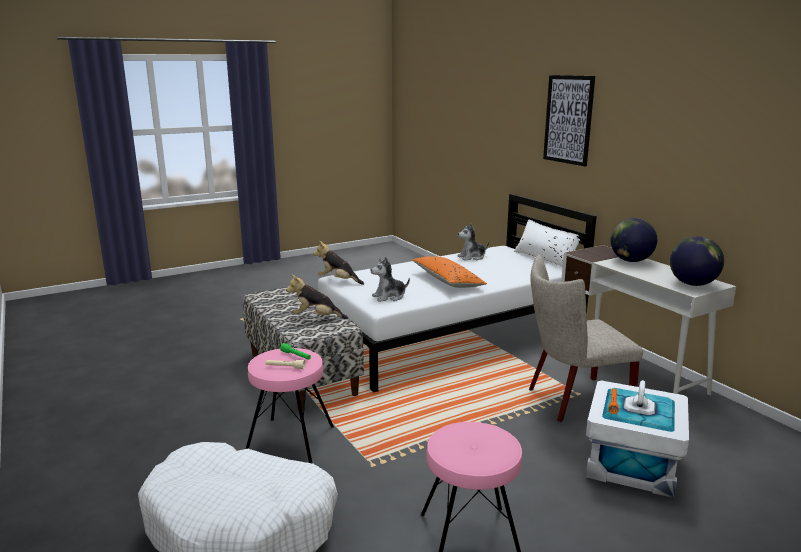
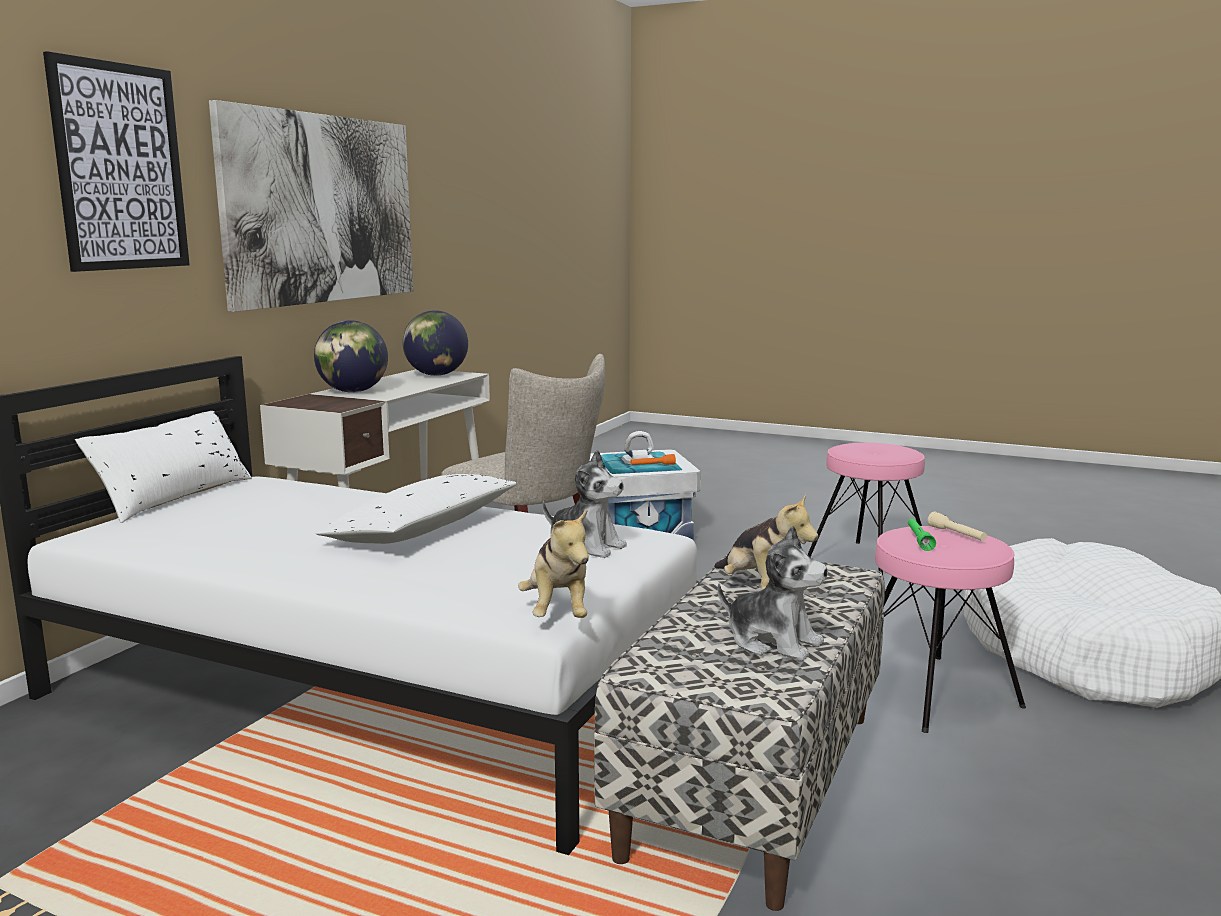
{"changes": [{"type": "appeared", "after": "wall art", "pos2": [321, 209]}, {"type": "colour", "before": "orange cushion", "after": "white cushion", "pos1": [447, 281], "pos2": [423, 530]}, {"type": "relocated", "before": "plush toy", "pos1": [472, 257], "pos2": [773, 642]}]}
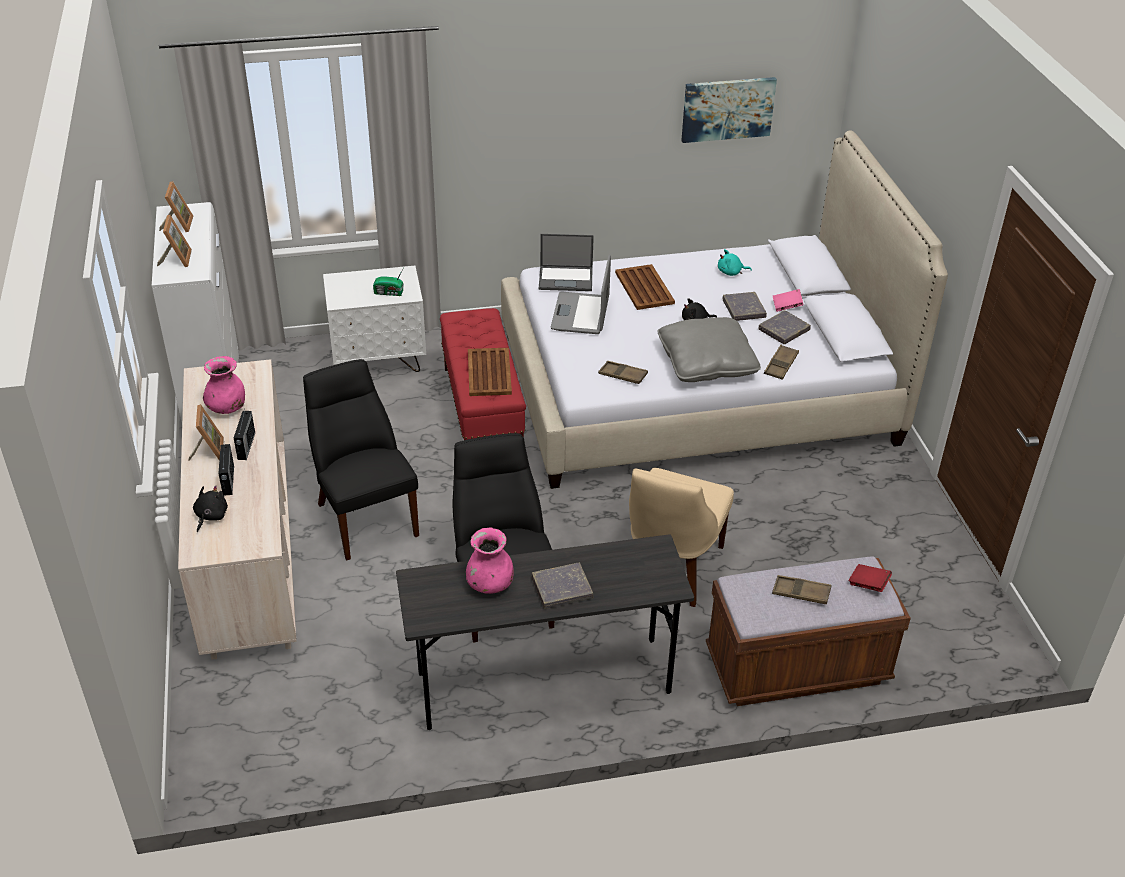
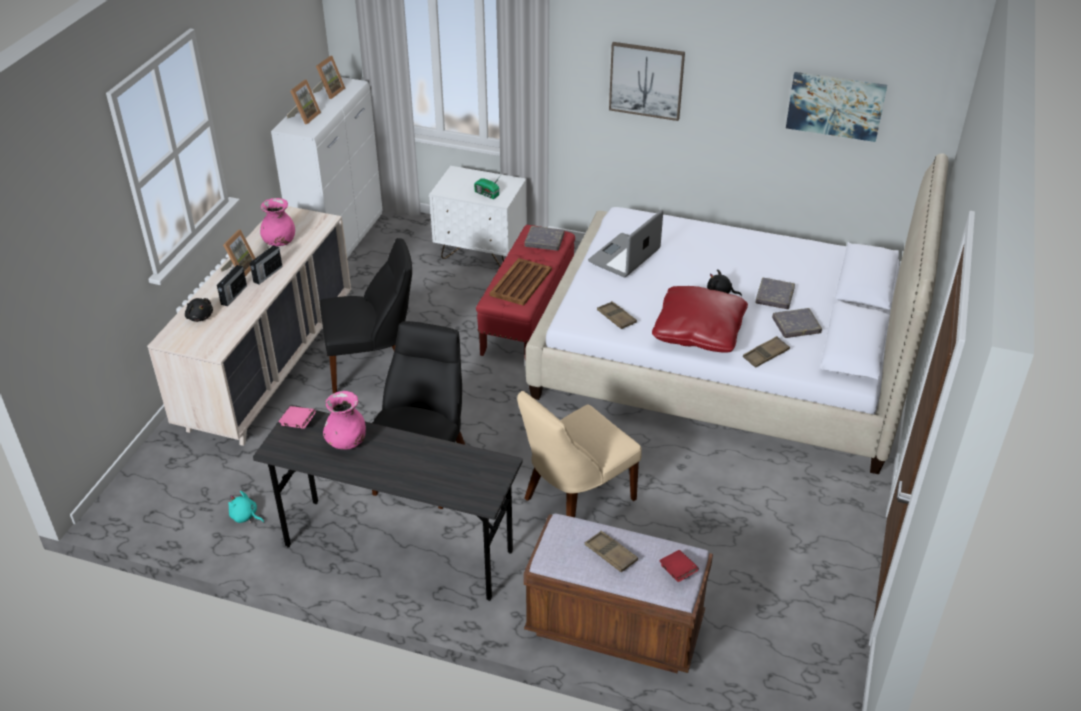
{"changes": [{"type": "spun", "before": "blackish plush toy", "pos1": [210, 516], "pos2": [199, 316], "turn": 90}, {"type": "relocated", "before": "blue-green plush toy", "pos1": [731, 272], "pos2": [245, 516]}, {"type": "relocated", "before": "pink-coloured book", "pos1": [786, 306], "pos2": [298, 423]}, {"type": "spun", "before": "blackish upright chair", "pos1": [365, 516], "pos2": [373, 368], "turn": 75}, {"type": "relocated", "before": "greyish book", "pos1": [562, 589], "pos2": [544, 241]}, {"type": "appeared", "after": "wall art", "pos2": [646, 80]}, {"type": "colour", "before": "greyish cushion", "after": "red-coloured cushion", "pos1": [706, 364], "pos2": [698, 332]}, {"type": "missing", "before": "laptop", "pos1": [566, 278]}, {"type": "missing", "before": "brown-coloured tray", "pos1": [644, 287]}]}
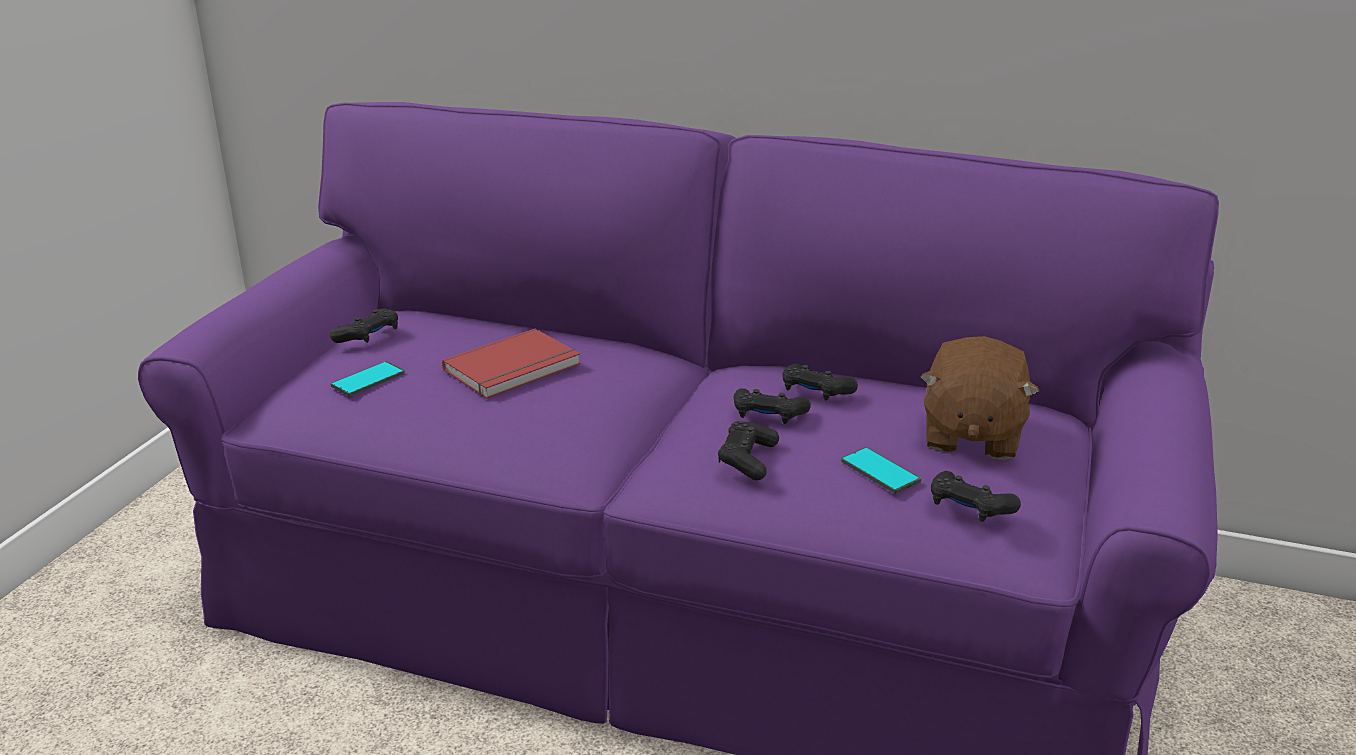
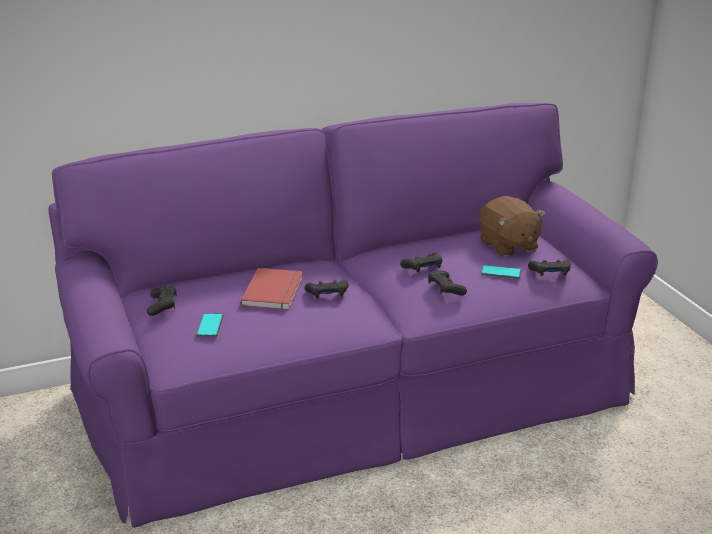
{"changes": [{"type": "relocated", "before": "blackish joypad", "pos1": [815, 391], "pos2": [327, 294]}]}
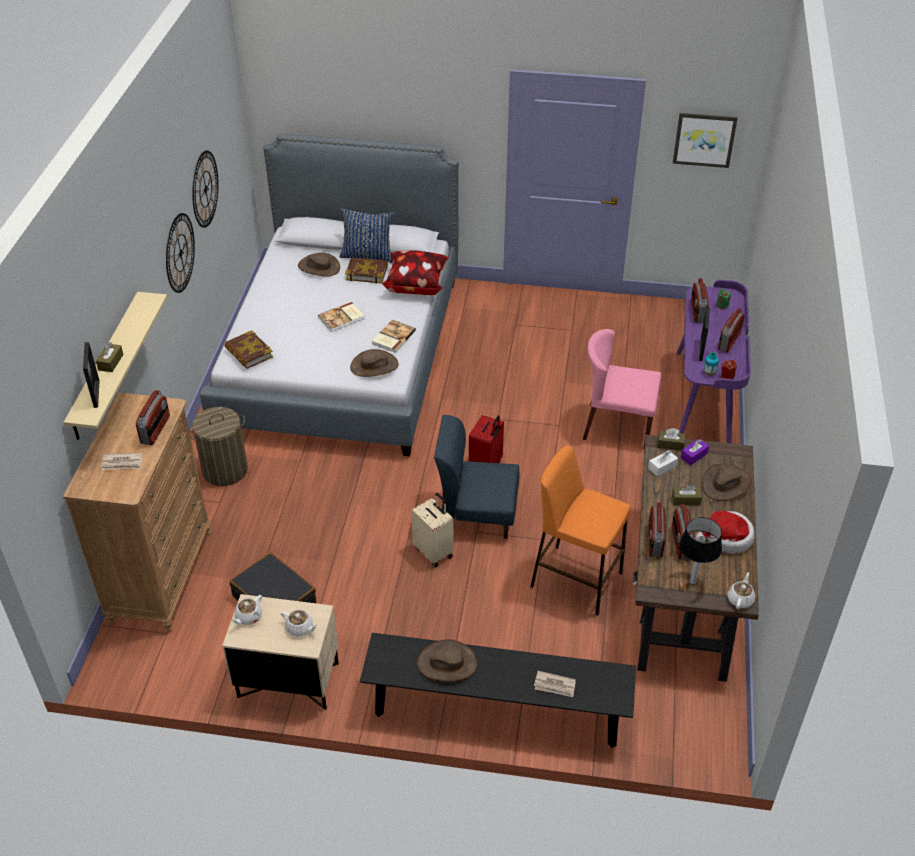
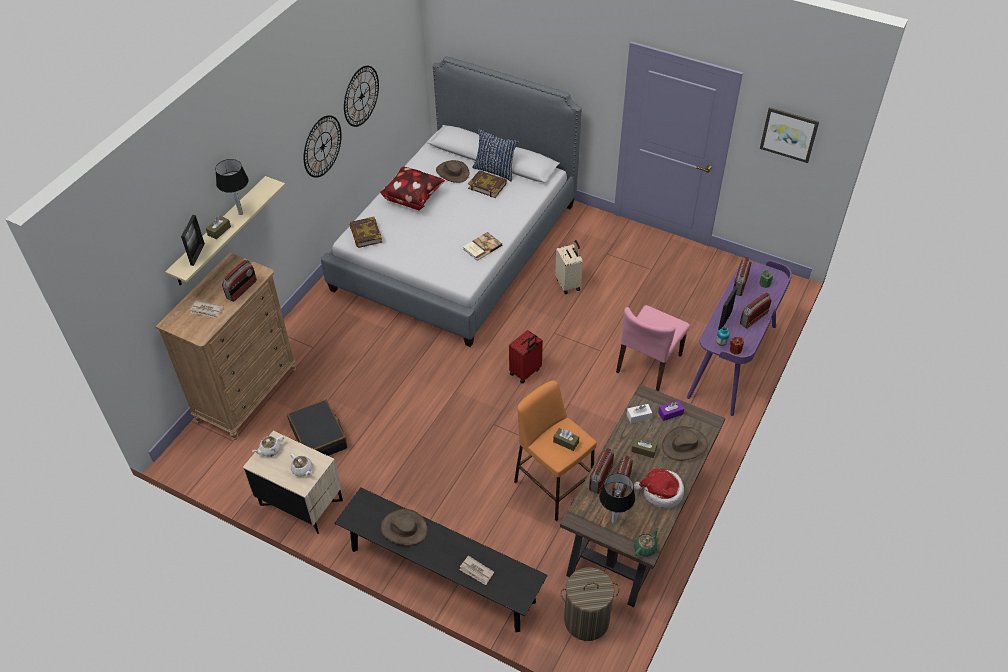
{"changes": [{"type": "appeared", "after": "table lamp", "pos2": [241, 213]}, {"type": "relocated", "before": "cushion", "pos1": [415, 285], "pos2": [413, 197]}, {"type": "relocated", "before": "brown-coloured box of tissues", "pos1": [670, 444], "pos2": [566, 442]}, {"type": "relocated", "before": "beige travel case", "pos1": [434, 552], "pos2": [568, 284]}, {"type": "relocated", "before": "laundry basket", "pos1": [225, 470], "pos2": [586, 620]}, {"type": "spun", "before": "pink-coloured upright chair", "pos1": [617, 426], "pos2": [649, 364], "turn": -90}, {"type": "colour", "before": "white teapot", "after": "greenish teapot", "pos1": [740, 599], "pos2": [645, 548]}, {"type": "missing", "before": "book", "pos1": [342, 318]}, {"type": "missing", "before": "brown-coloured hat", "pos1": [374, 366]}, {"type": "missing", "before": "bluish upright chair", "pos1": [477, 514]}]}
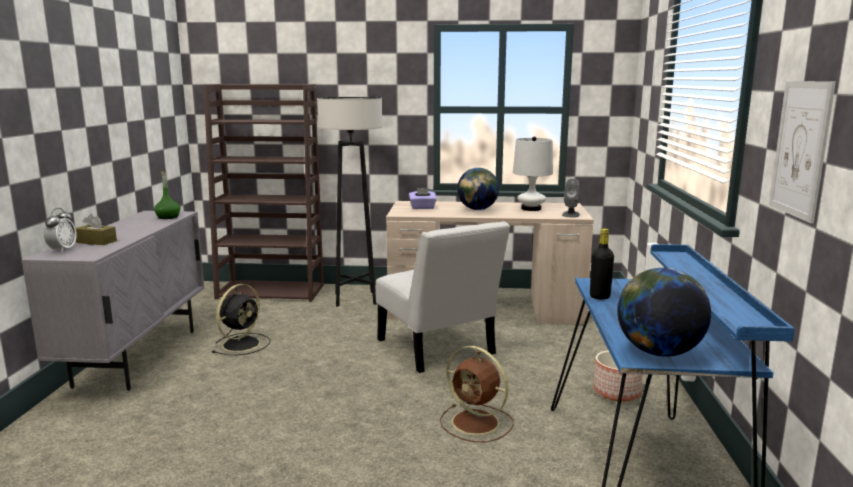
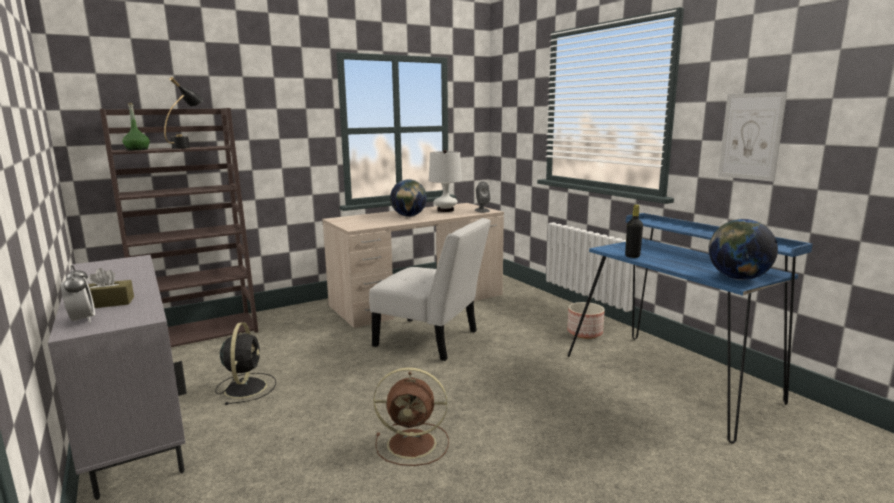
{"changes": [{"type": "relocated", "before": "greenish bottle", "pos1": [168, 217], "pos2": [137, 149]}, {"type": "appeared", "after": "blackish table lamp", "pos2": [187, 147]}, {"type": "relocated", "before": "brown-coloured electric fan", "pos1": [477, 423], "pos2": [414, 444]}, {"type": "missing", "before": "greyish standing lamp", "pos1": [355, 299]}, {"type": "missing", "before": "purple-coloured box of tissues", "pos1": [422, 208]}]}
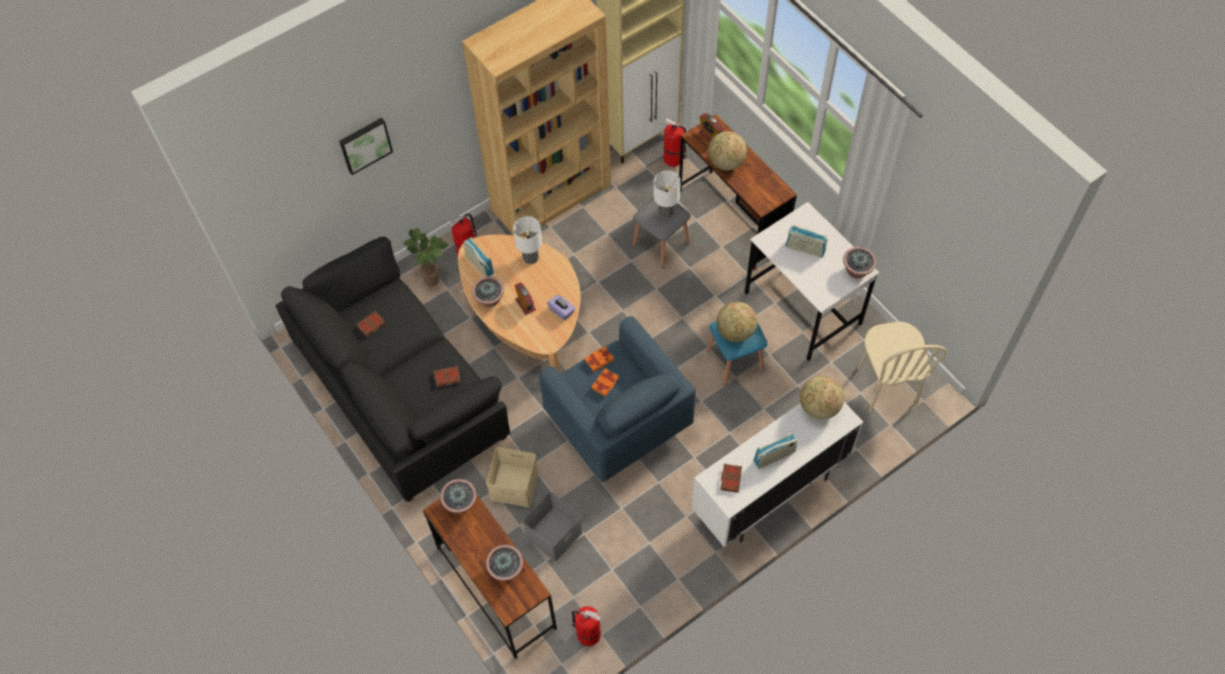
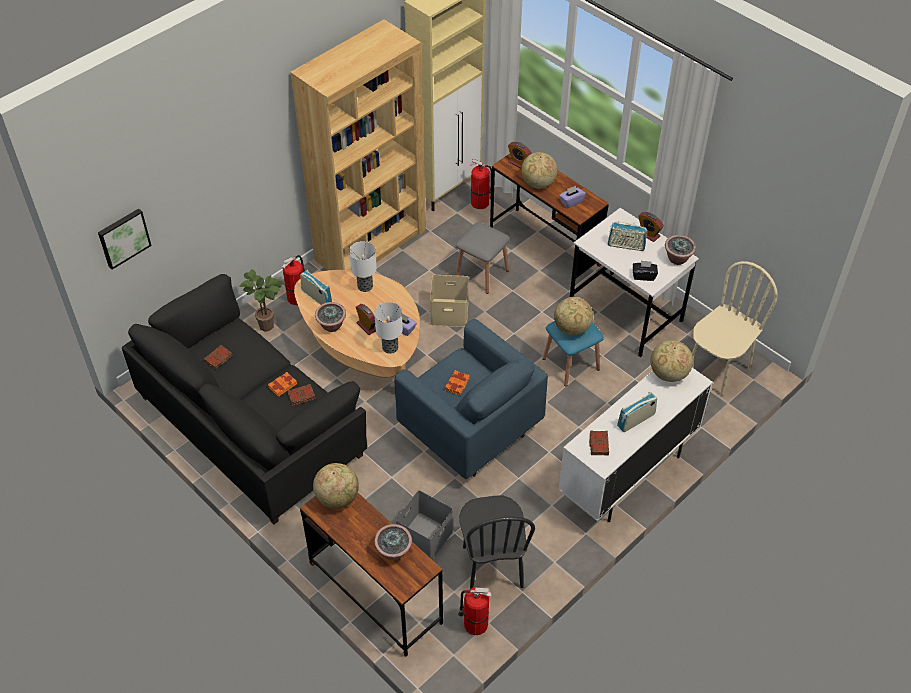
{"changes": [{"type": "relocated", "before": "wall art", "pos1": [365, 144], "pos2": [123, 237]}, {"type": "relocated", "before": "orange book", "pos1": [599, 360], "pos2": [282, 385]}, {"type": "exchanged", "before": "potted plant", "after": "desk globe", "pos1": [461, 504], "pos2": [337, 498]}, {"type": "relocated", "before": "table lamp", "pos1": [666, 212], "pos2": [390, 348]}, {"type": "relocated", "before": "beige storage container", "pos1": [515, 484], "pos2": [450, 312]}, {"type": "appeared", "after": "blackish upright chair", "pos2": [492, 567]}, {"type": "appeared", "after": "purple-coloured box of tissues", "pos2": [571, 202]}, {"type": "appeared", "after": "blackish box of tissues", "pos2": [643, 276]}, {"type": "appeared", "after": "table clock", "pos2": [648, 234]}, {"type": "spun", "before": "beige upright chair", "pos1": [886, 386], "pos2": [717, 370], "turn": -120}]}
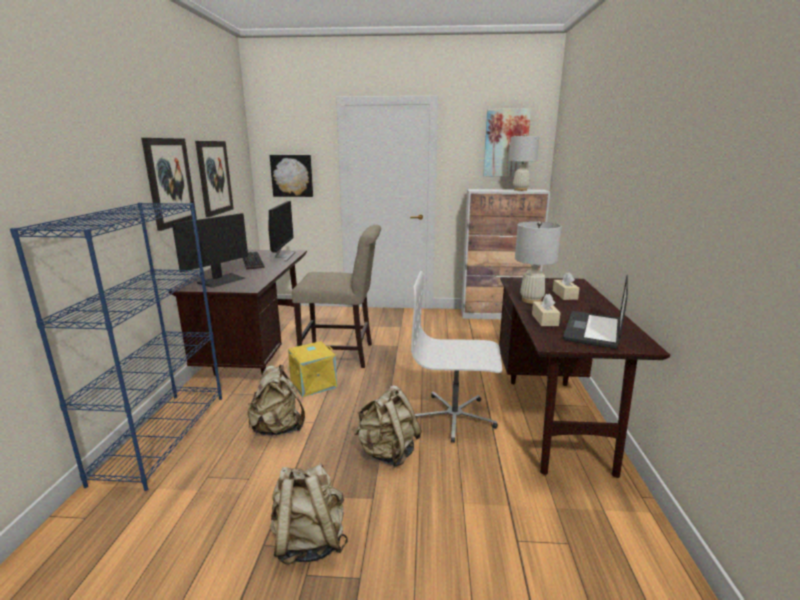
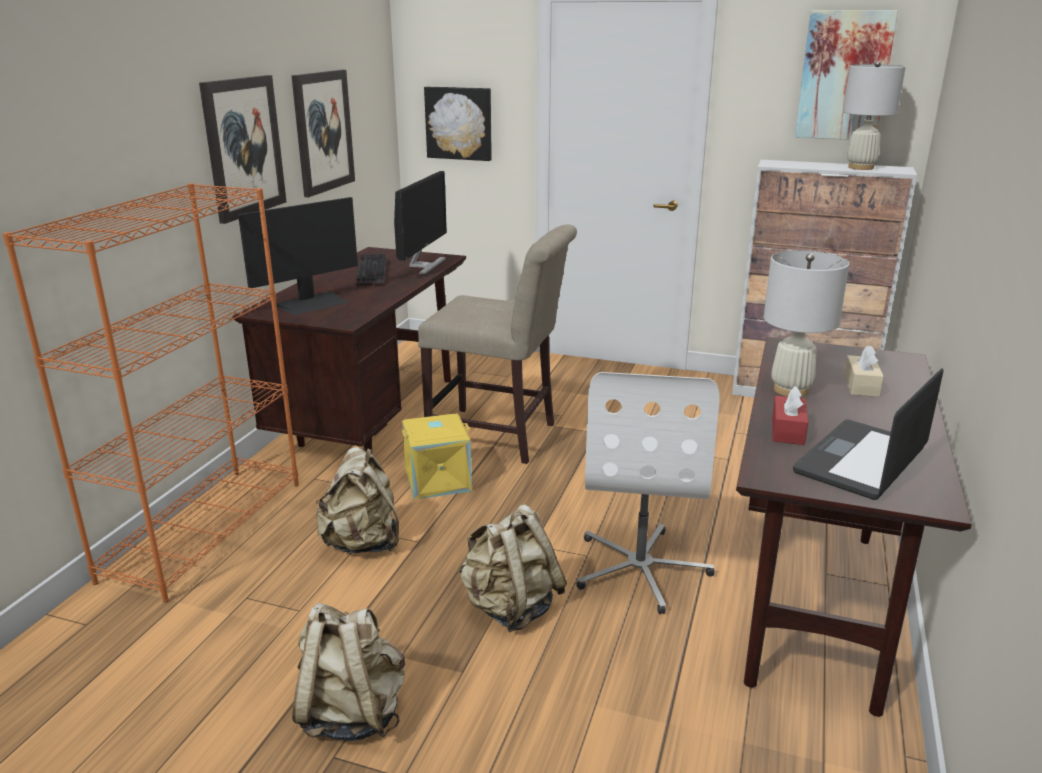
{"changes": [{"type": "colour", "before": "bluish shelving unit", "after": "orange shelving unit", "pos1": [163, 436], "pos2": [205, 528]}, {"type": "spun", "before": "white computer chair", "pos1": [454, 417], "pos2": [641, 568], "turn": -105}, {"type": "colour", "before": "beige box of tissues", "after": "red-coloured box of tissues", "pos1": [544, 320], "pos2": [787, 430]}]}
